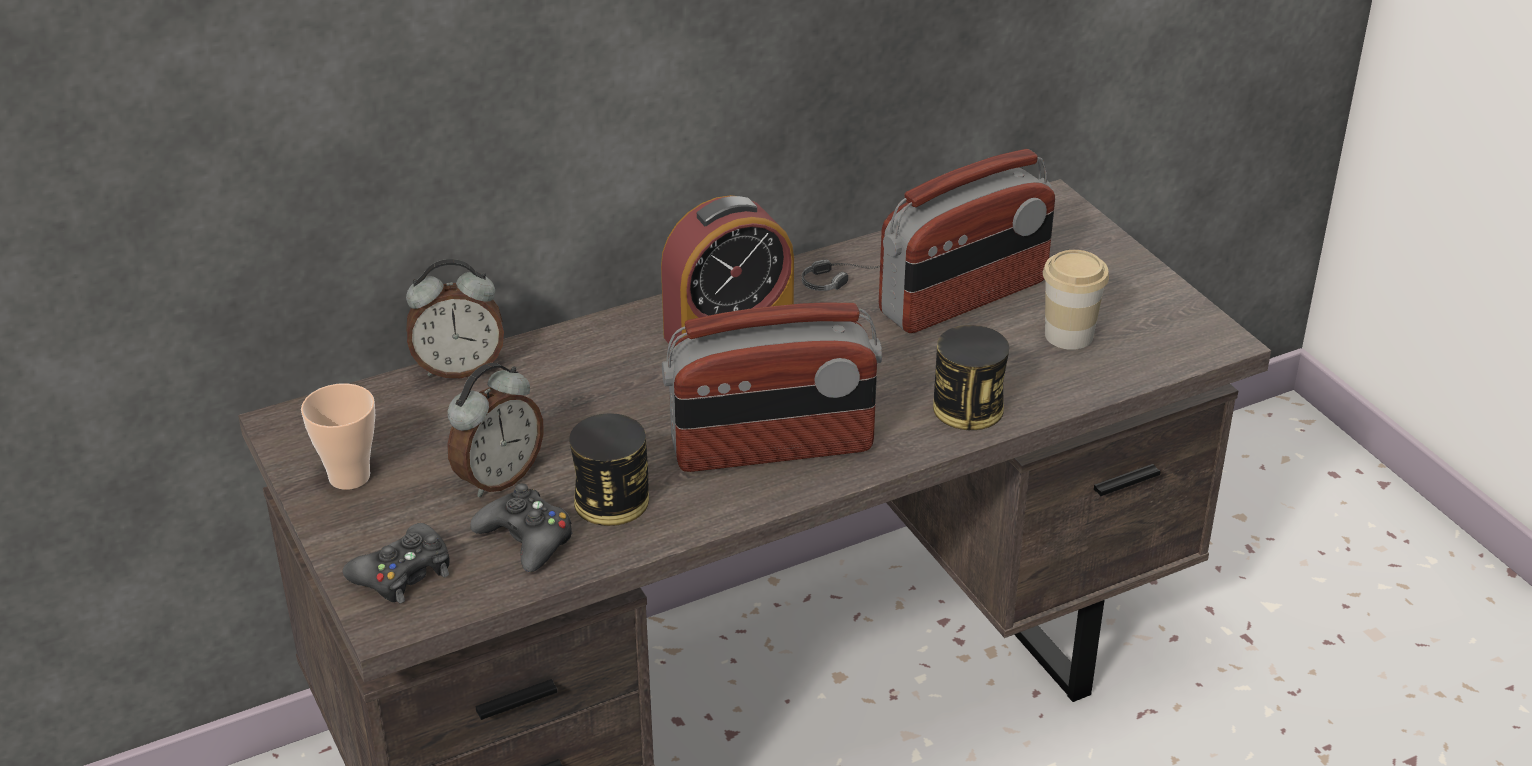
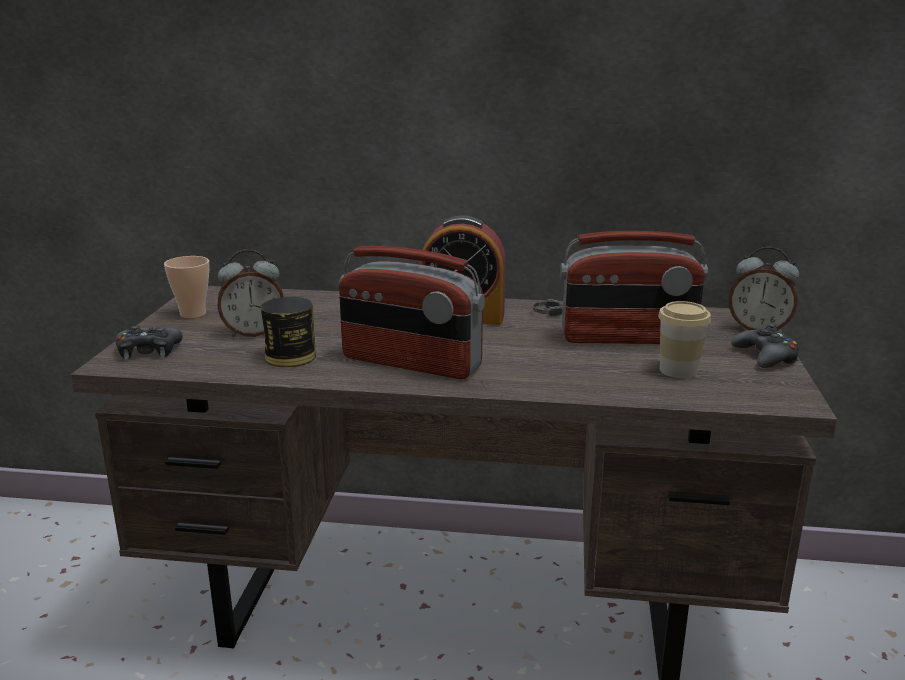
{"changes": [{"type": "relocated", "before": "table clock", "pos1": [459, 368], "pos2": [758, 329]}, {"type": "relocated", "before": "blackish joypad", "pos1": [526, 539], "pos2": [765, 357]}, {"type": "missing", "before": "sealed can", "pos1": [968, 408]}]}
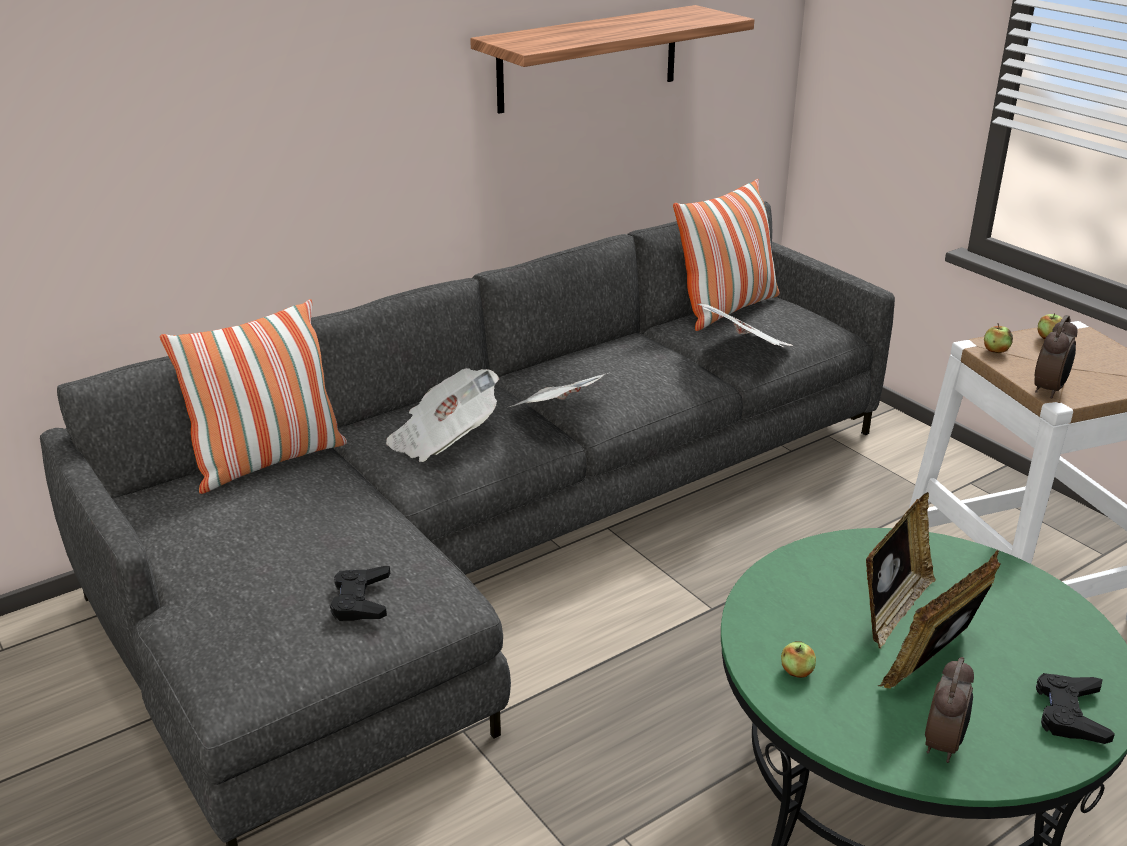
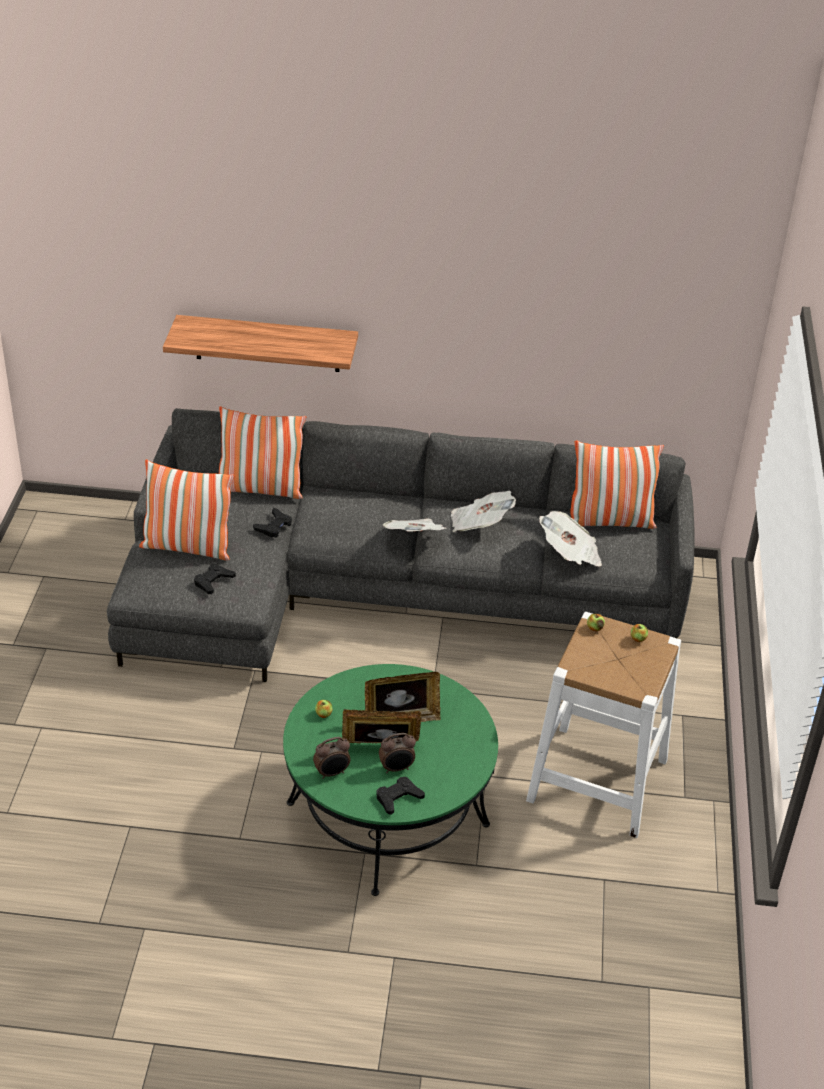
{"changes": [{"type": "appeared", "after": "cushion", "pos2": [187, 547]}, {"type": "relocated", "before": "shelf", "pos1": [589, 58], "pos2": [267, 343]}, {"type": "appeared", "after": "blackish joypad", "pos2": [274, 526]}, {"type": "relocated", "before": "table clock", "pos1": [1049, 390], "pos2": [396, 768]}, {"type": "relocated", "before": "printed paper", "pos1": [443, 440], "pos2": [479, 524]}]}
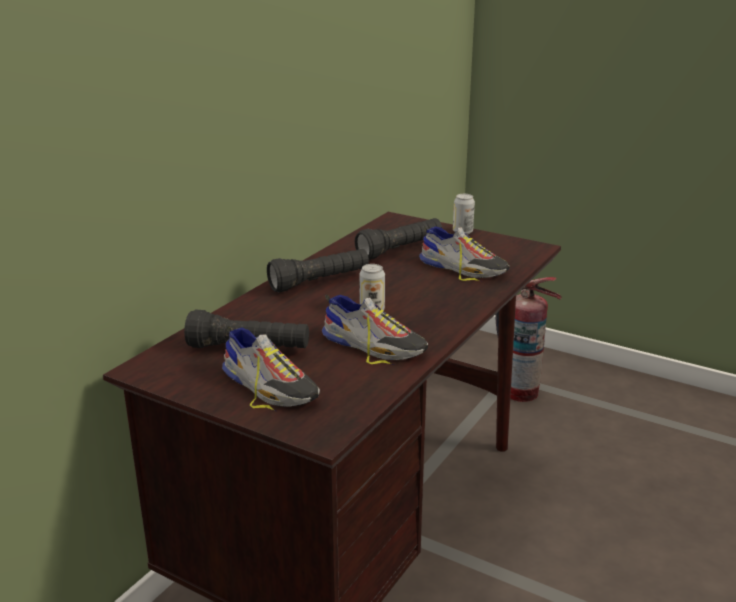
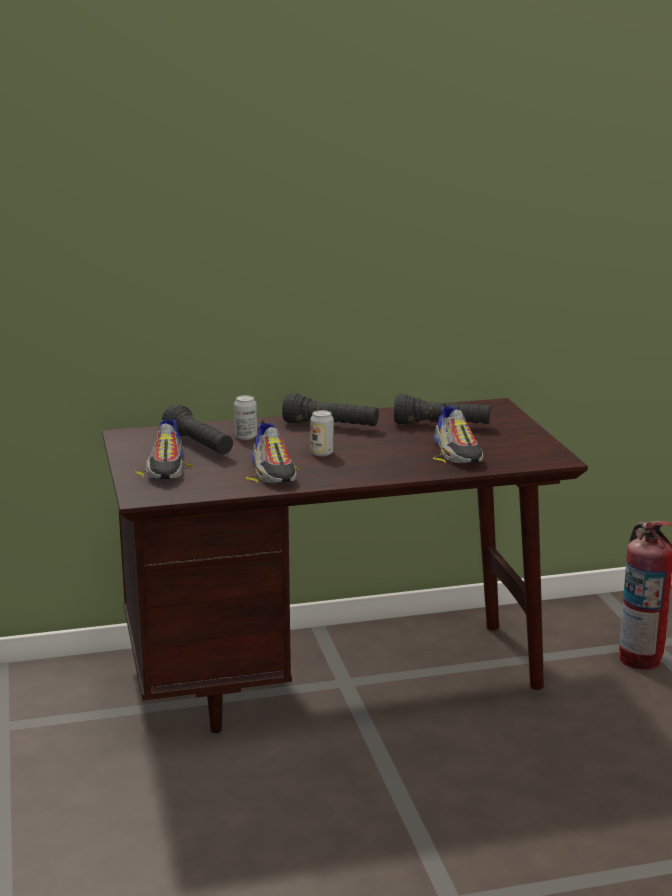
{"changes": [{"type": "relocated", "before": "sealed can", "pos1": [462, 232], "pos2": [246, 437]}]}
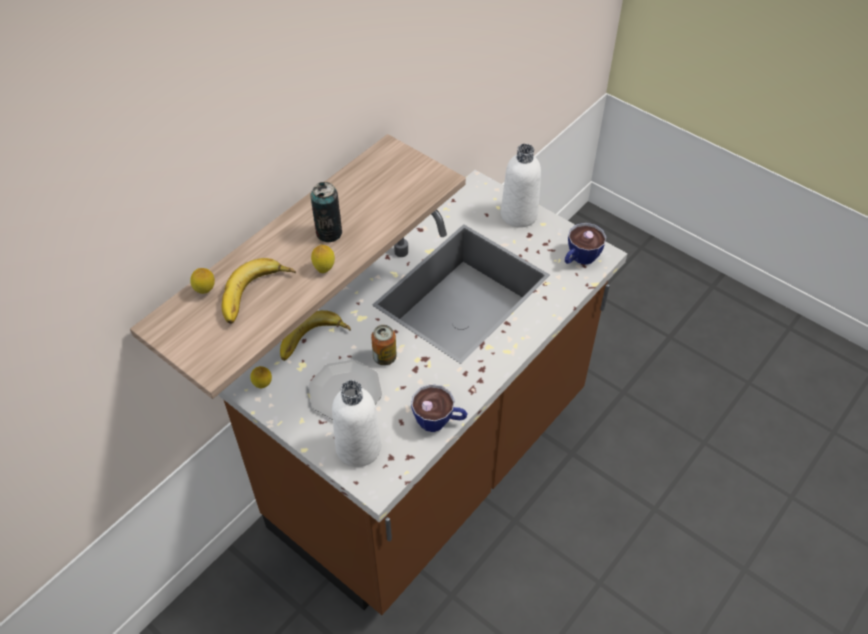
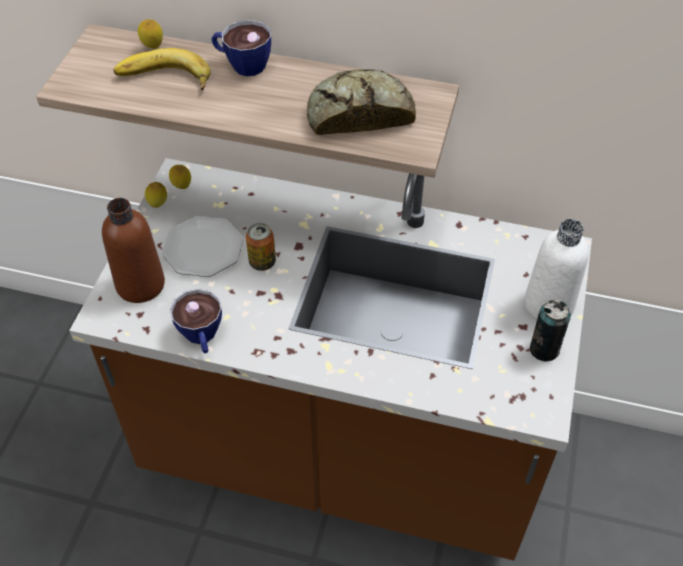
{"changes": [{"type": "colour", "before": "white bottle", "after": "brown-coloured bottle", "pos1": [358, 448], "pos2": [140, 284]}, {"type": "relocated", "before": "citrus fruit", "pos1": [324, 269], "pos2": [158, 205]}, {"type": "relocated", "before": "small cup", "pos1": [579, 259], "pos2": [242, 64]}, {"type": "appeared", "after": "bread", "pos2": [358, 113]}, {"type": "relocated", "before": "sealed can", "pos1": [329, 233], "pos2": [544, 349]}, {"type": "missing", "before": "whole banana", "pos1": [314, 342]}]}
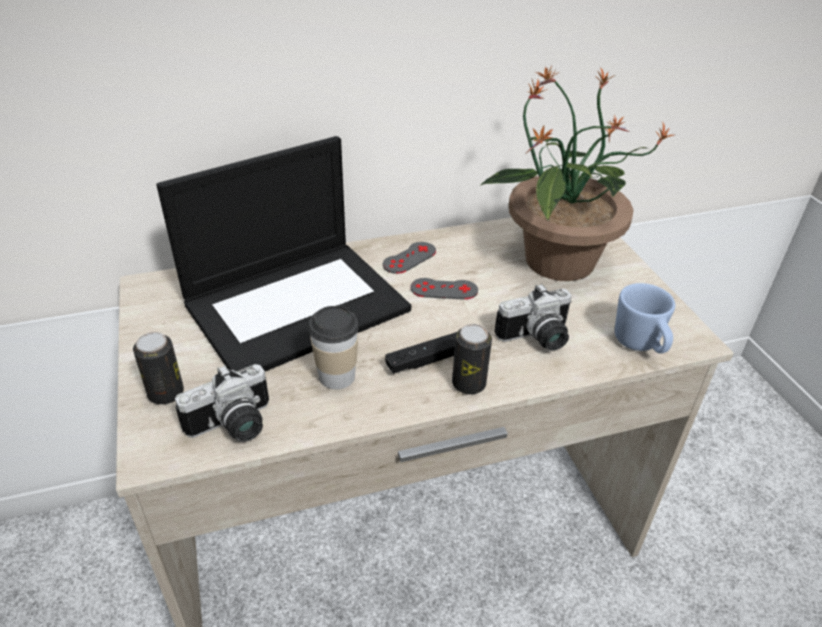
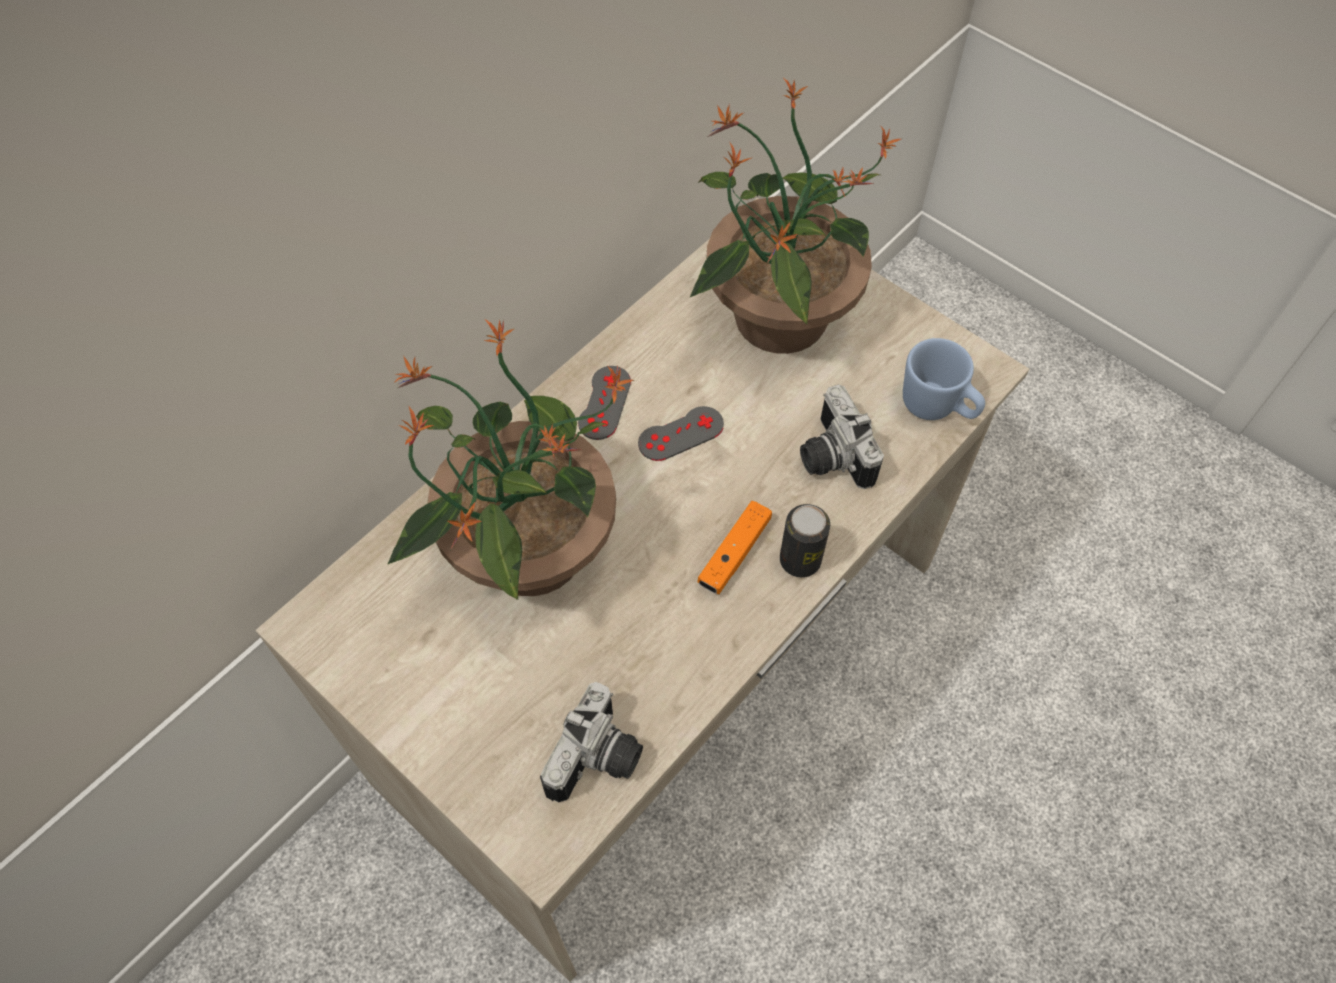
{"changes": [{"type": "exchanged", "before": "laptop", "after": "potted plant", "pos1": [297, 305], "pos2": [528, 551]}, {"type": "colour", "before": "blackish joypad", "after": "orange joypad", "pos1": [425, 361], "pos2": [734, 553]}, {"type": "spun", "before": "still camera", "pos1": [537, 339], "pos2": [830, 456], "turn": 120}, {"type": "missing", "before": "sealed can", "pos1": [166, 393]}, {"type": "missing", "before": "small cup", "pos1": [336, 376]}]}
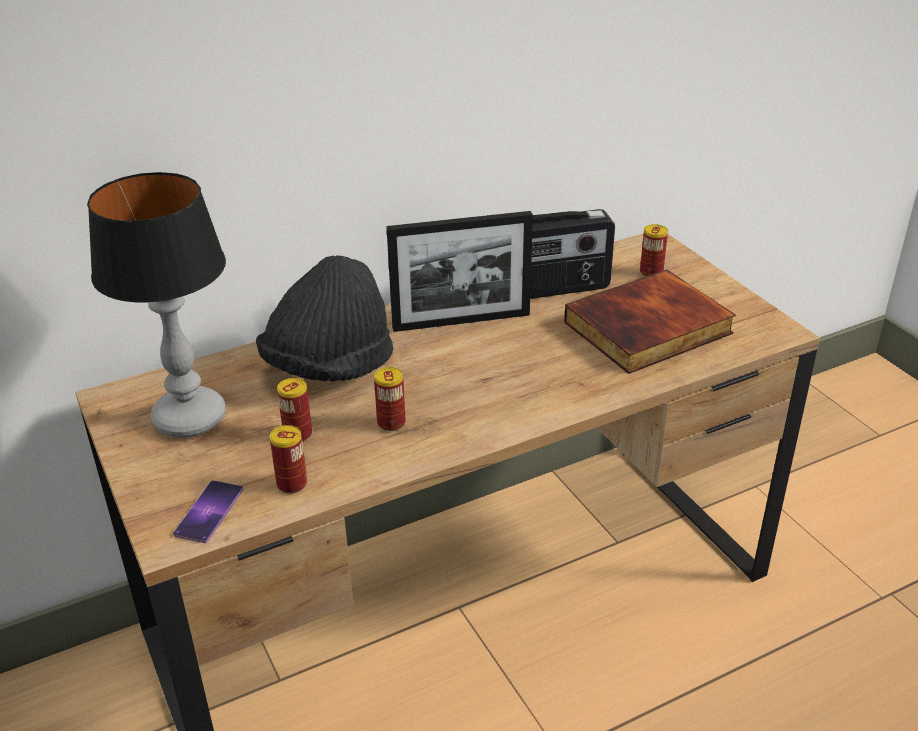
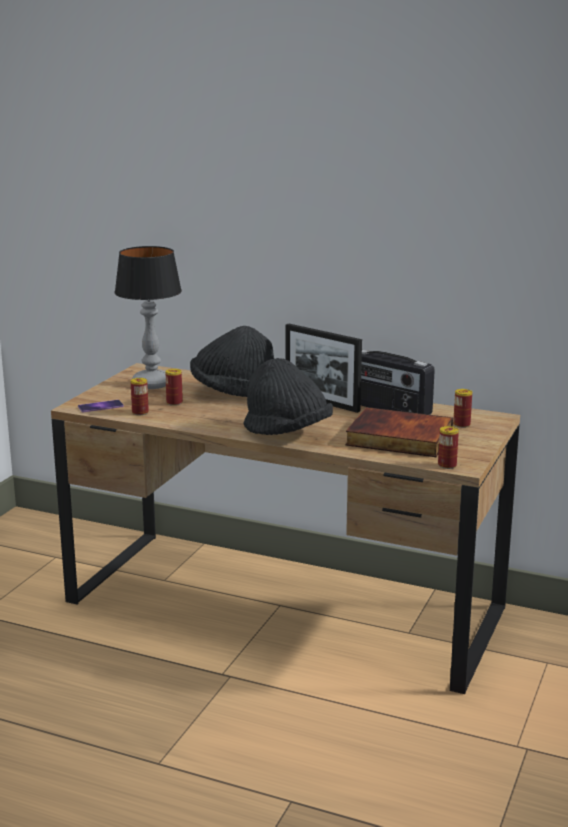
{"changes": [{"type": "appeared", "after": "blackish hat", "pos2": [287, 433]}, {"type": "relocated", "before": "sealed can", "pos1": [391, 423], "pos2": [447, 465]}]}
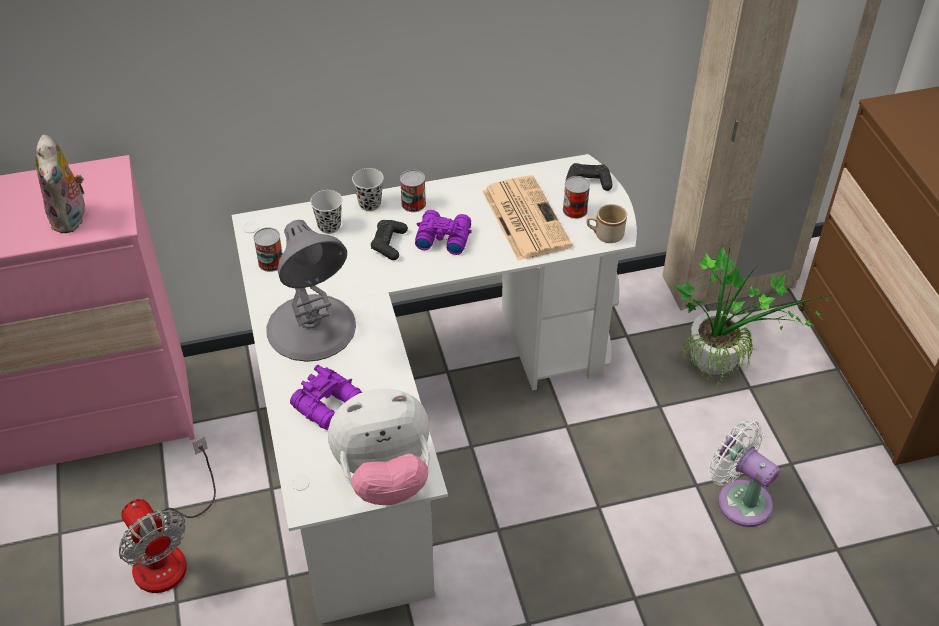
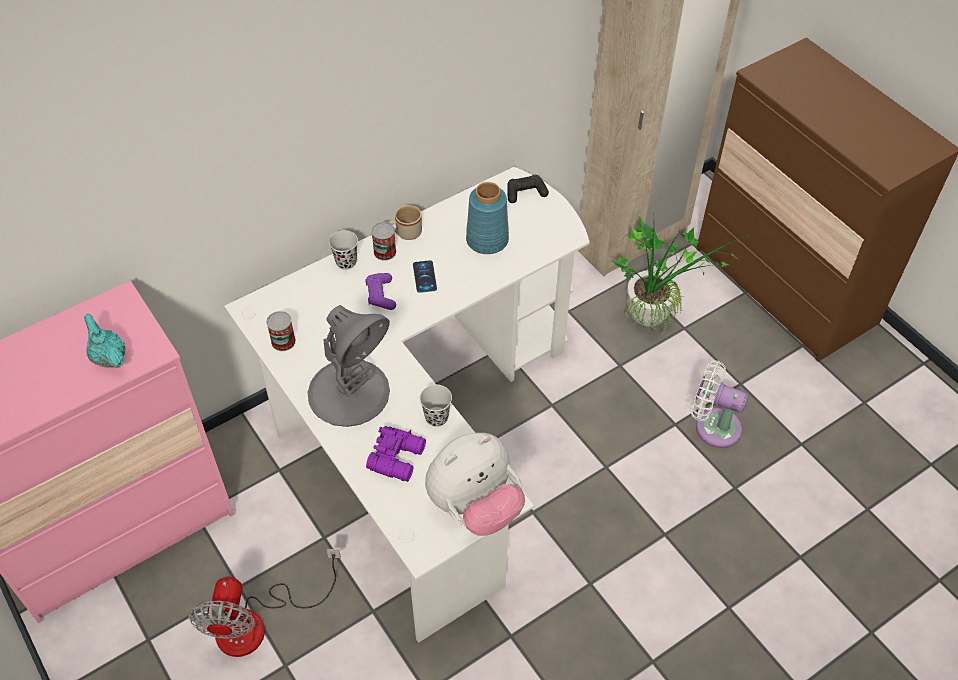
{"changes": [{"type": "exchanged", "before": "plush toy", "after": "blue-green teapot", "pos1": [72, 218], "pos2": [109, 357]}, {"type": "spun", "before": "electric fan", "pos1": [169, 551], "pos2": [257, 623], "turn": 60}, {"type": "colour", "before": "blackish joypad", "after": "purple-coloured joypad", "pos1": [389, 244], "pos2": [381, 295]}, {"type": "relocated", "before": "beige tea mug", "pos1": [604, 235], "pos2": [405, 233]}, {"type": "exchanged", "before": "purple-coloured binoculars", "after": "handset", "pos1": [442, 237], "pos2": [424, 277]}, {"type": "relocated", "before": "blackish small cup", "pos1": [329, 226], "pos2": [436, 417]}, {"type": "exchanged", "before": "printed paper", "after": "bluish flower vase", "pos1": [524, 218], "pos2": [486, 240]}, {"type": "missing", "before": "sealed can", "pos1": [575, 210]}]}
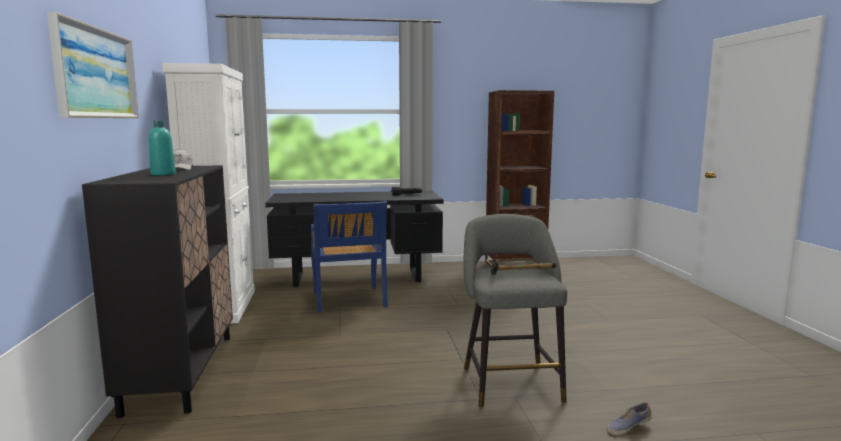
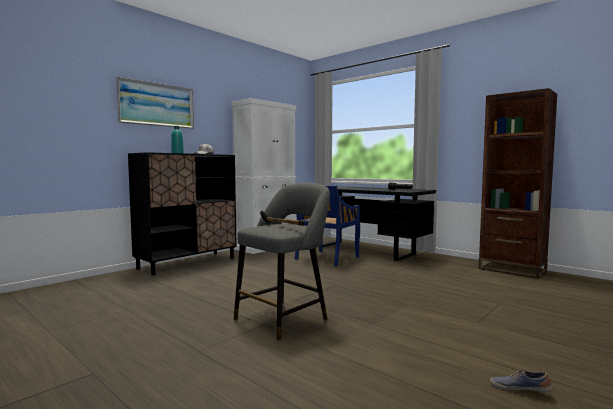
{"changes": [{"type": "relocated", "before": "item of footwear", "pos1": [628, 427], "pos2": [519, 389]}]}
